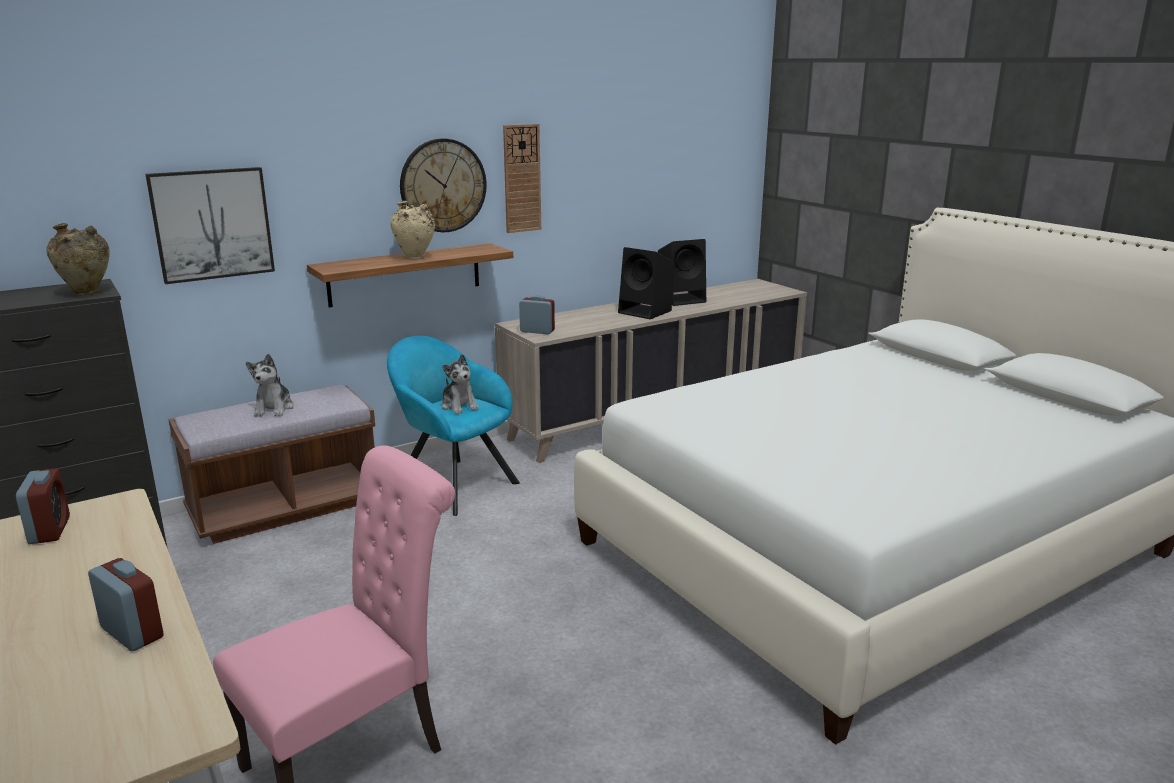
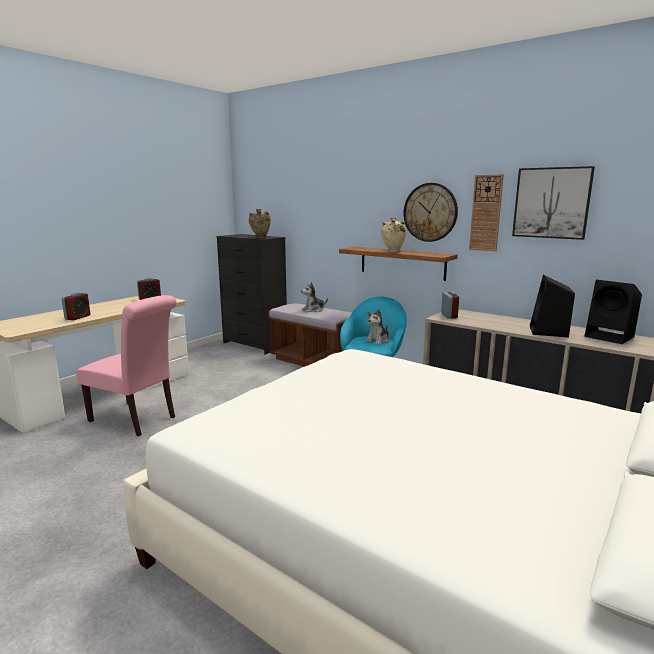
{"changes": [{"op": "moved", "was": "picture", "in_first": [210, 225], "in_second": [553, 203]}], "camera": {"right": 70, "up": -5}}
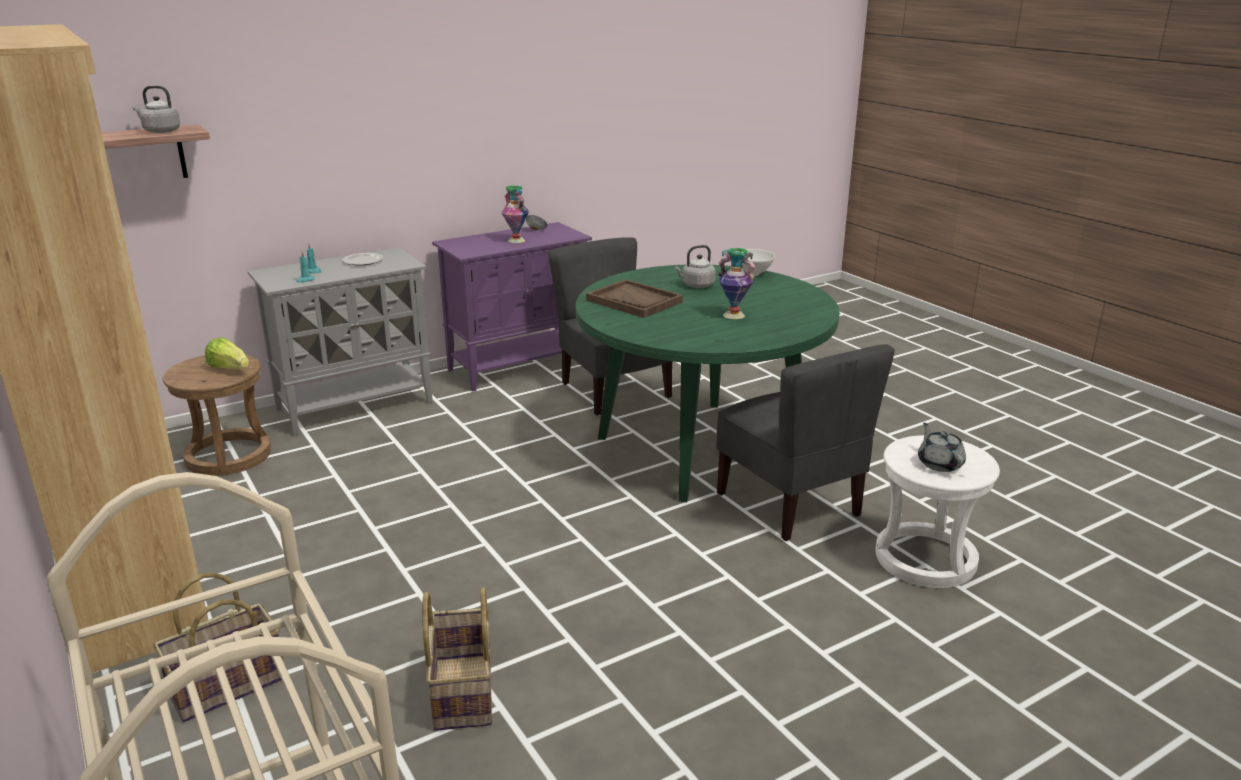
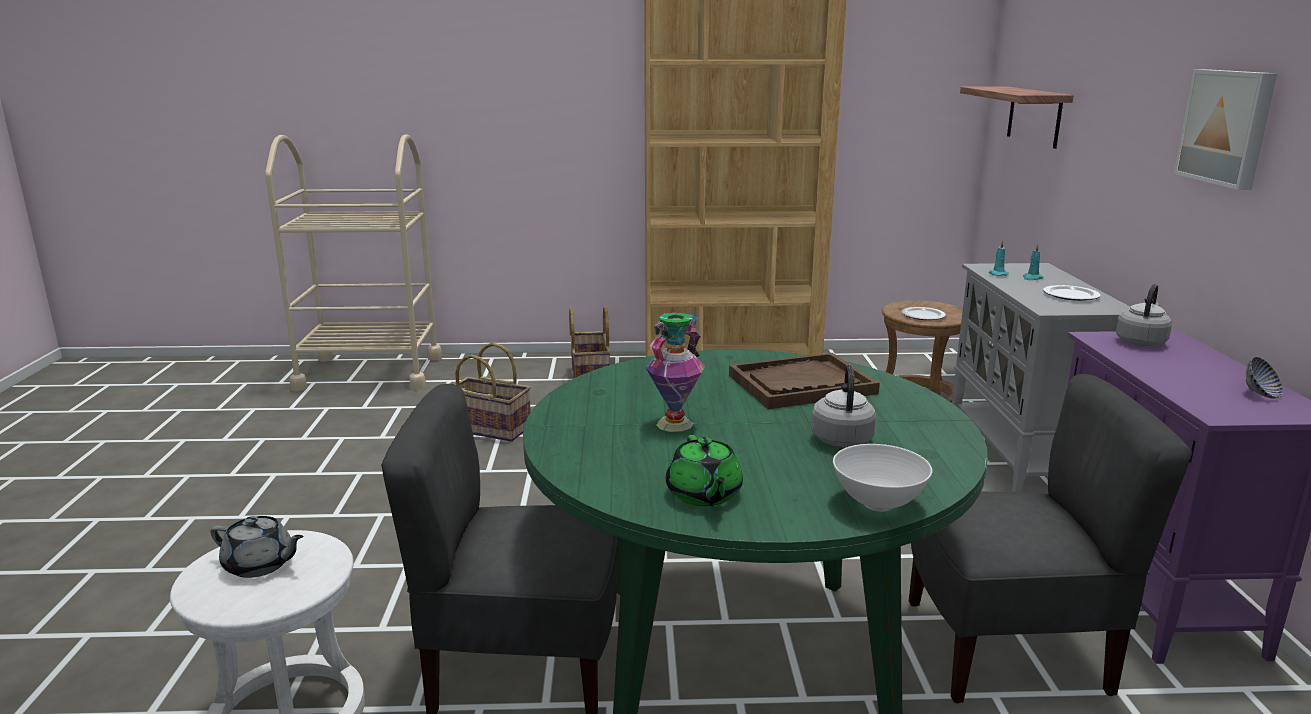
{"changes": [{"op": "removed", "was": "flower vase", "in_first": [515, 214]}, {"op": "added", "now": "green teapot", "in_second": [704, 470]}, {"op": "added", "now": "picture", "in_second": [1225, 129]}, {"op": "moved", "was": "gray kettle", "in_first": [156, 109], "in_second": [1144, 315]}, {"op": "replaced", "was": "lettuce", "now": "dinner plate", "in_first": [227, 353], "in_second": [924, 313]}], "camera": {"right": 120, "up": -5}}
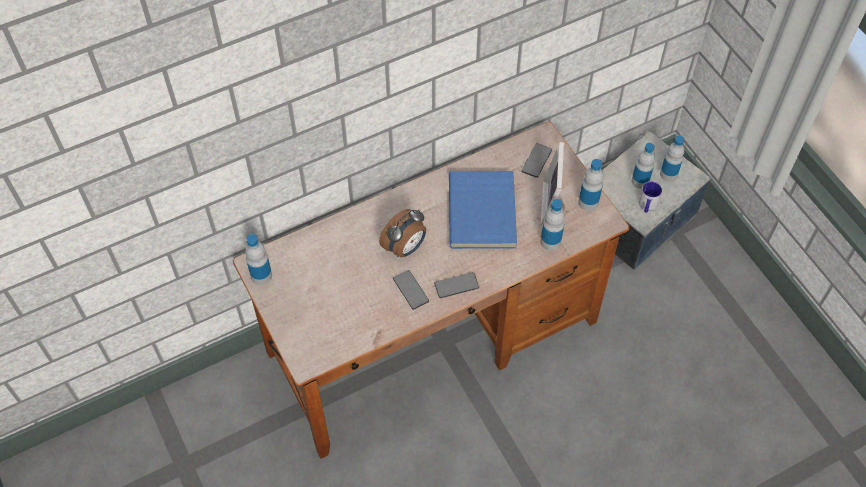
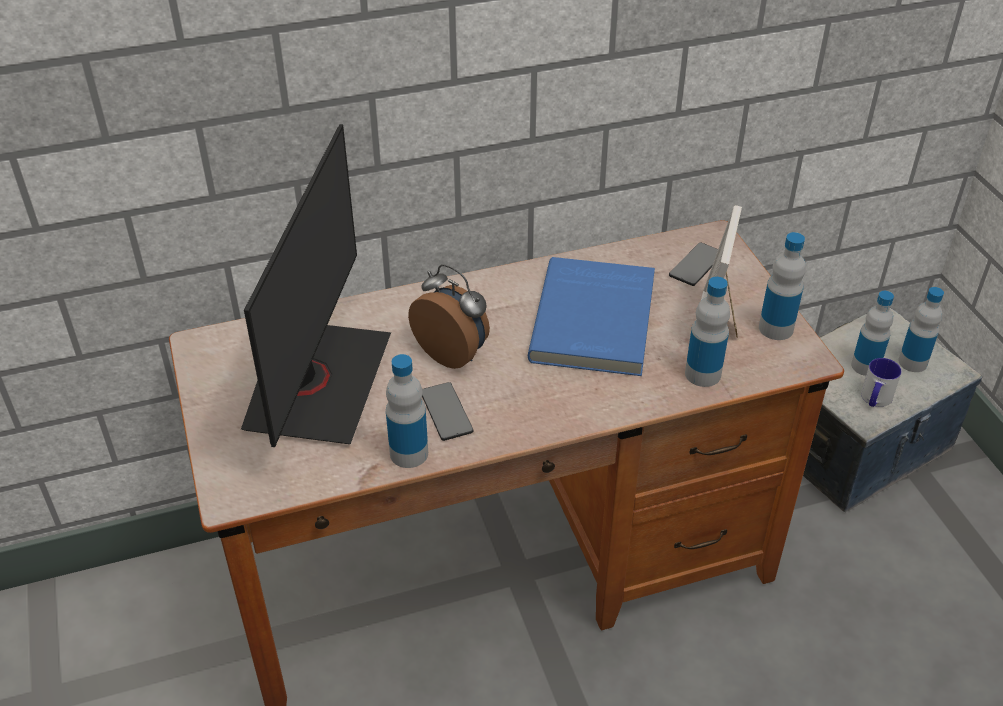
{"changes": [{"op": "removed", "was": "telephone", "in_first": [456, 285]}, {"op": "added", "now": "computer display", "in_second": [316, 285]}, {"op": "moved", "was": "bottle", "in_first": [258, 259], "in_second": [407, 411]}, {"op": "turned", "was": "alarm clock", "in_first": [402, 233], "in_second": [449, 316], "clockwise": -105}], "camera": {"right": 10, "up": -15}}
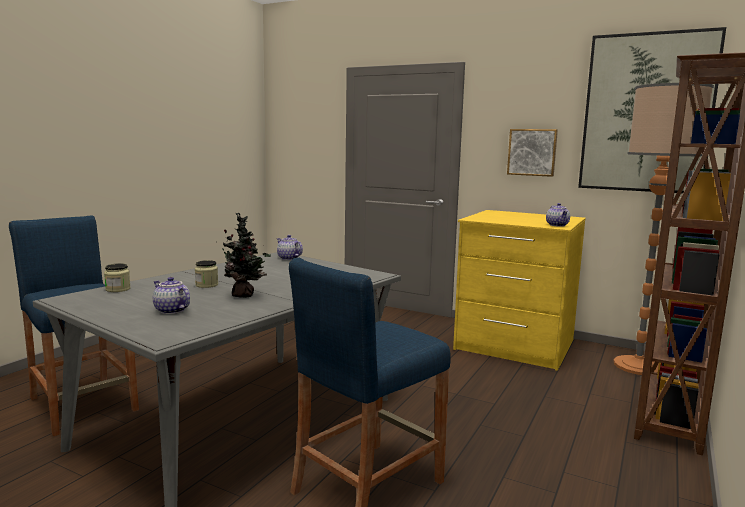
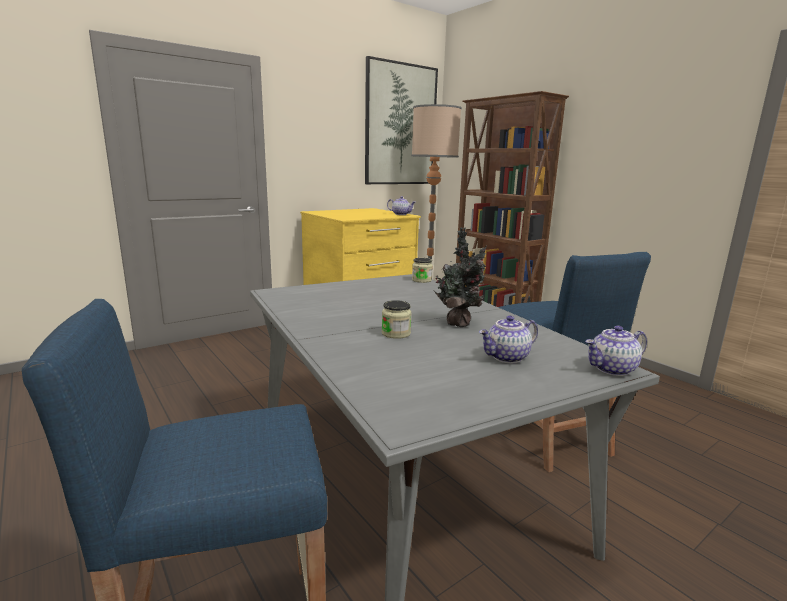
{"changes": [{"op": "removed", "was": "picture", "in_first": [532, 153]}, {"op": "moved", "was": "storage jar", "in_first": [117, 277], "in_second": [422, 270]}, {"op": "moved", "was": "teapot", "in_first": [290, 247], "in_second": [616, 351]}], "camera": {"right": -65, "up": 5}}
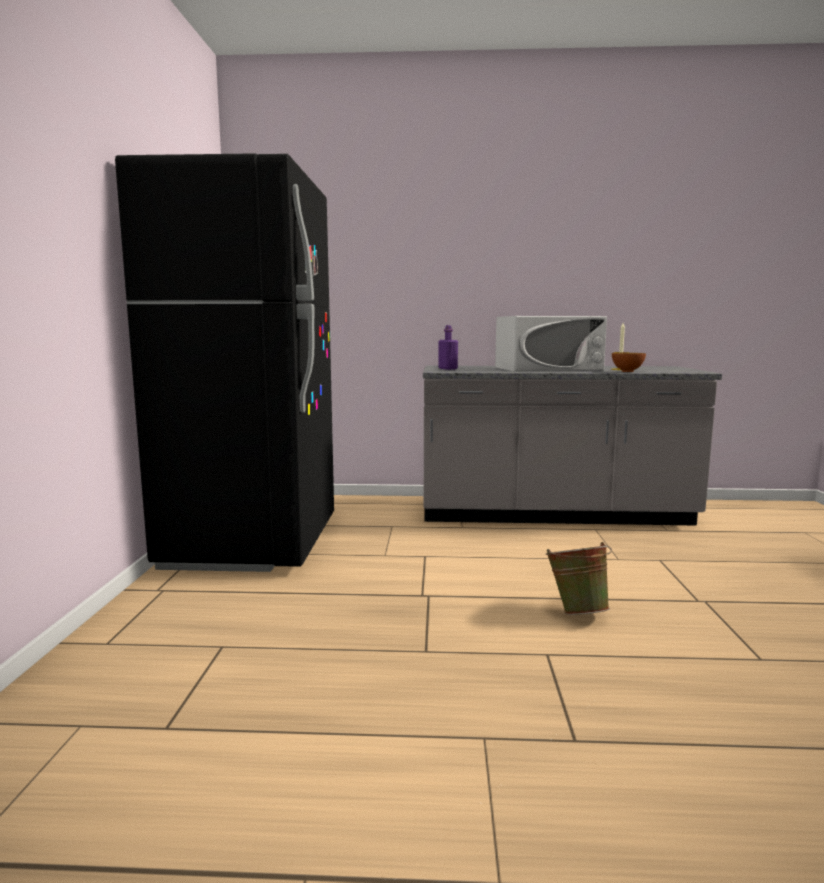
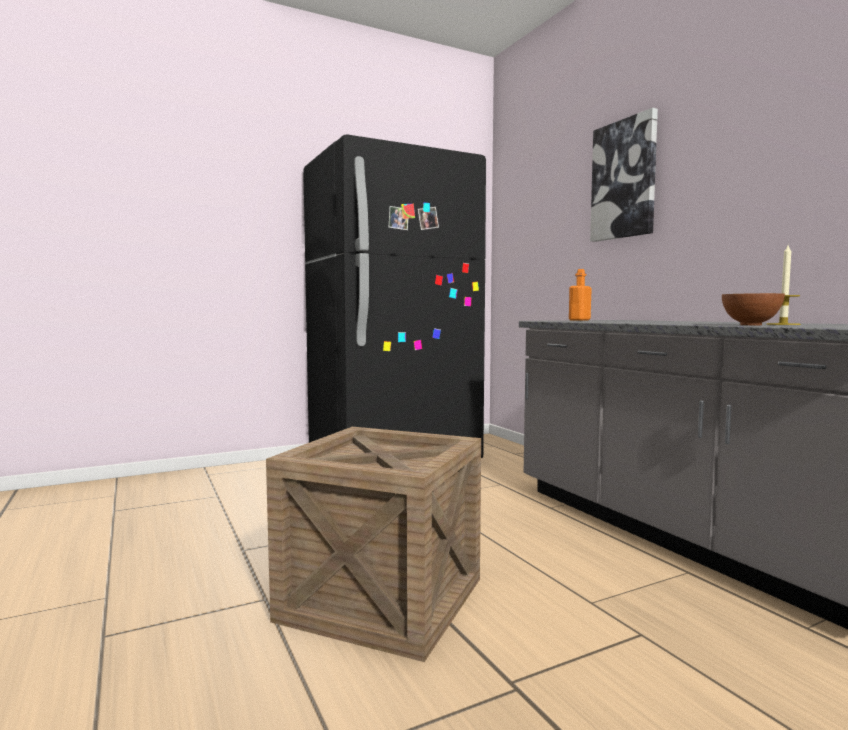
{"changes": [{"op": "removed", "was": "white-coloured microwave oven", "in_first": [551, 343]}, {"op": "added", "now": "picture", "in_second": [624, 175]}, {"op": "replaced", "was": "green pail", "now": "crate", "in_first": [579, 578], "in_second": [373, 544]}, {"op": "recoloured", "was": "purplish bottle", "now": "orange bottle", "in_first": [448, 347], "in_second": [580, 295]}], "camera": {"right": 60, "up": -5}}
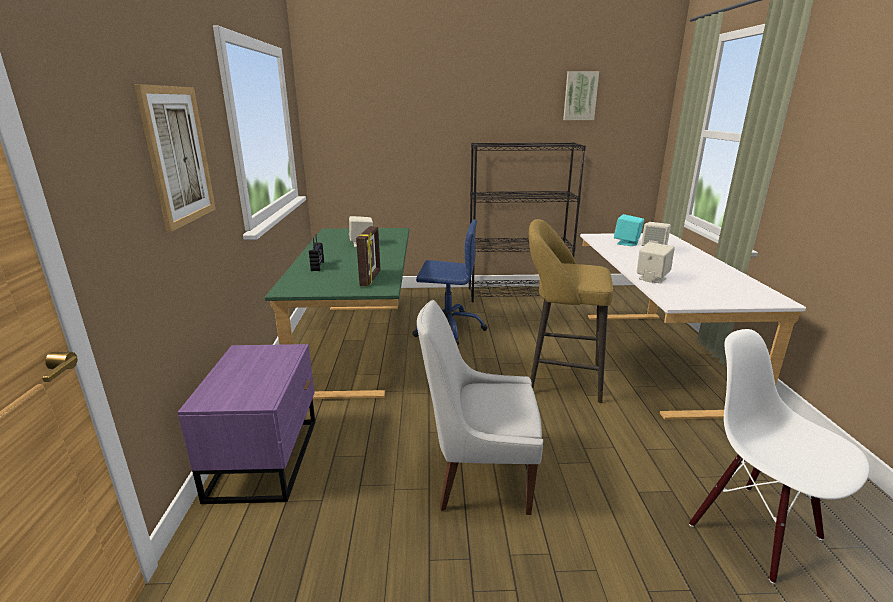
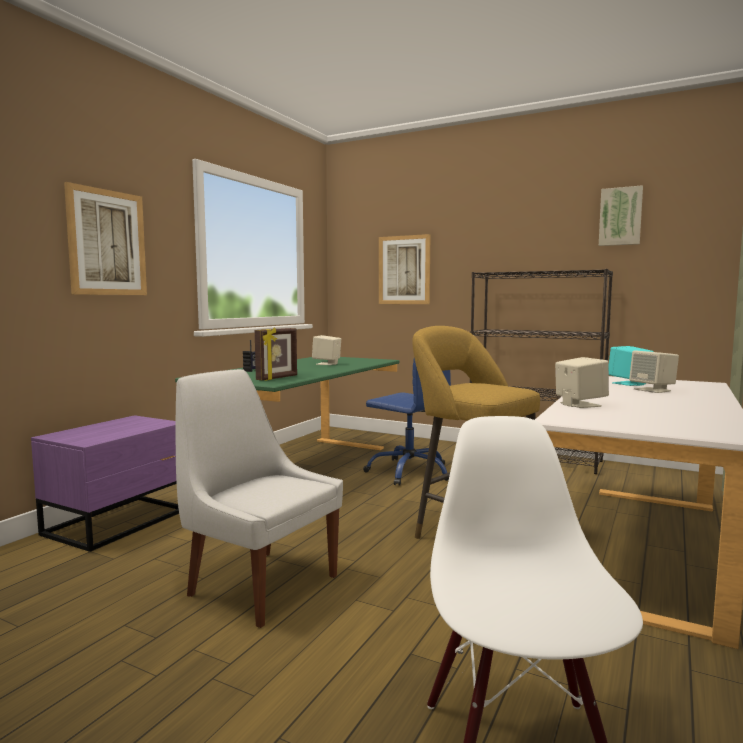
{"changes": [{"op": "added", "now": "picture", "in_second": [405, 269]}], "camera": {"right": 30, "up": -15}}
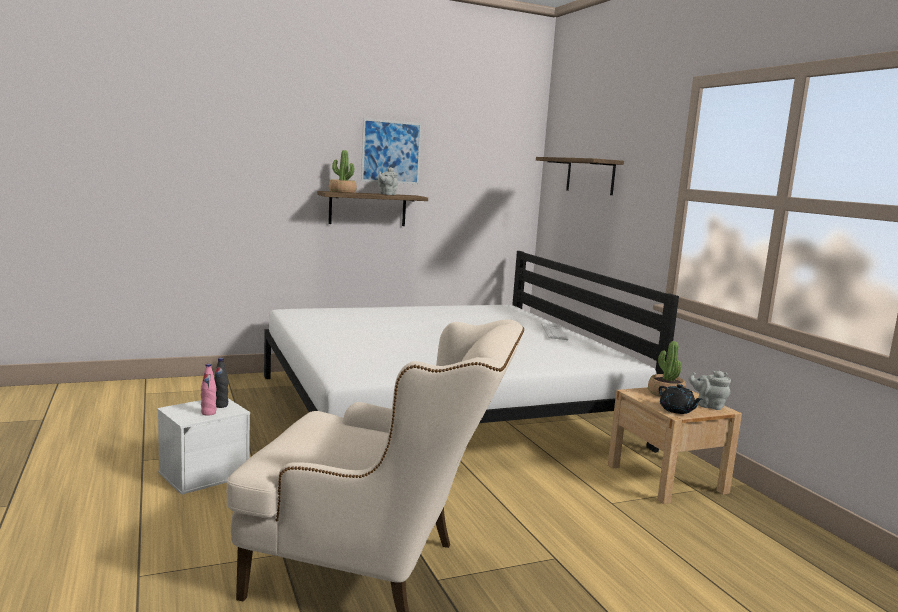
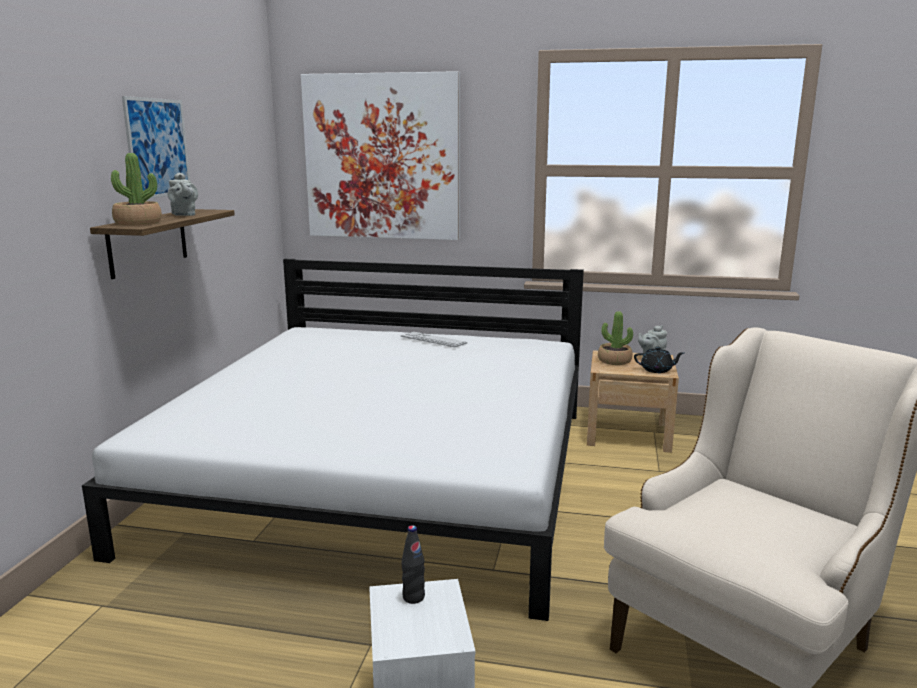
{"changes": [{"op": "removed", "was": "pinkish bottle", "in_first": [208, 390]}, {"op": "replaced", "was": "shelf", "now": "picture", "in_first": [580, 176], "in_second": [380, 155]}], "camera": {"right": -55, "up": 5}}
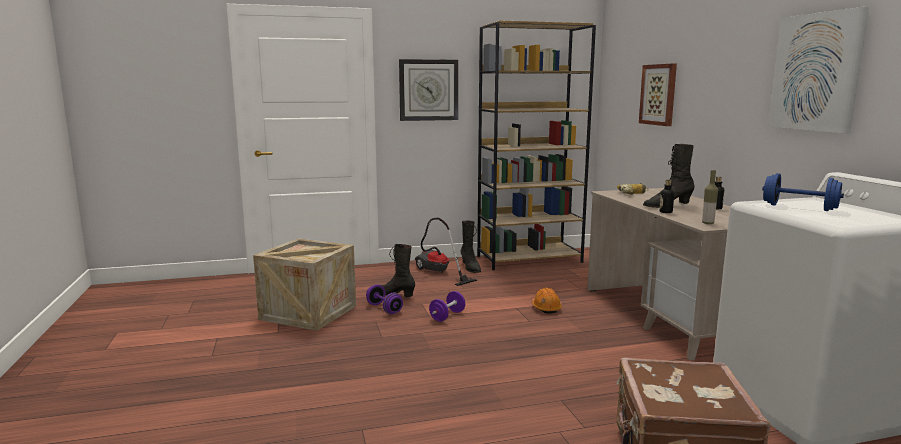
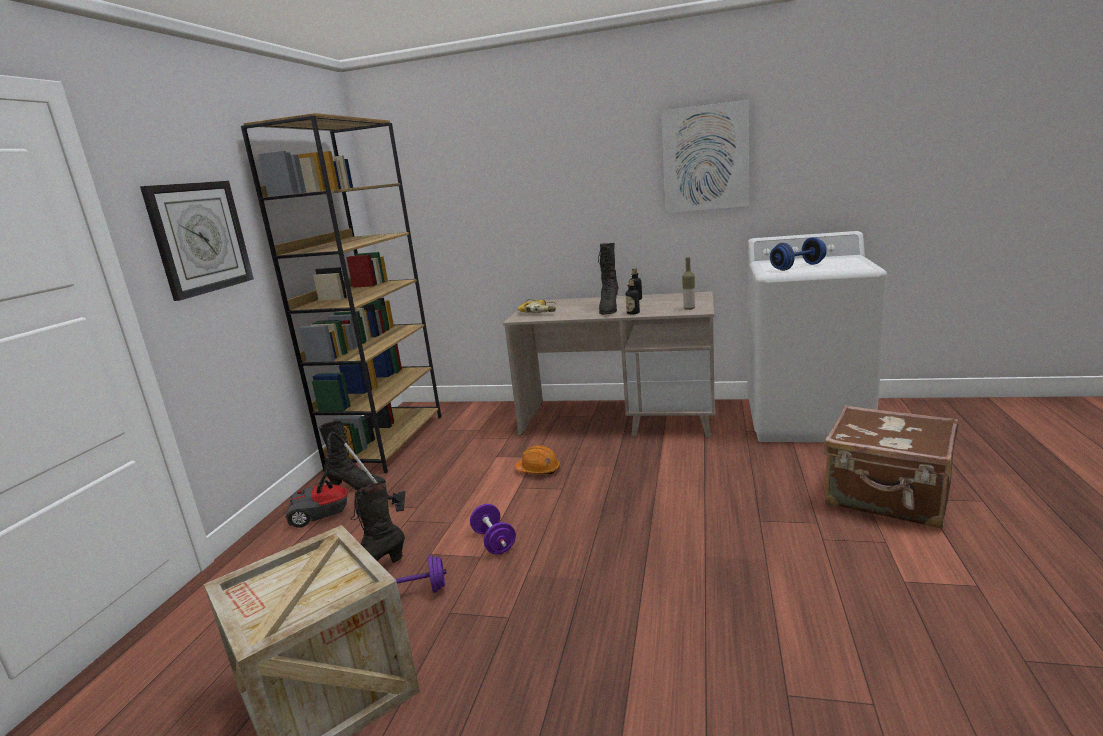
{"changes": [{"op": "removed", "was": "picture", "in_first": [658, 94]}], "camera": {"right": -60, "up": 5}}
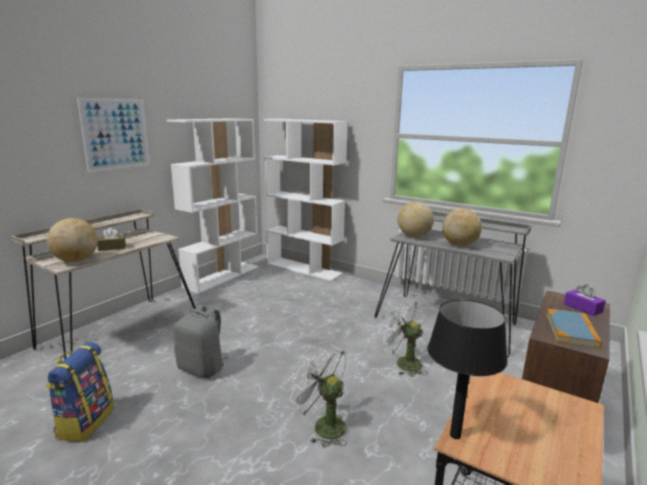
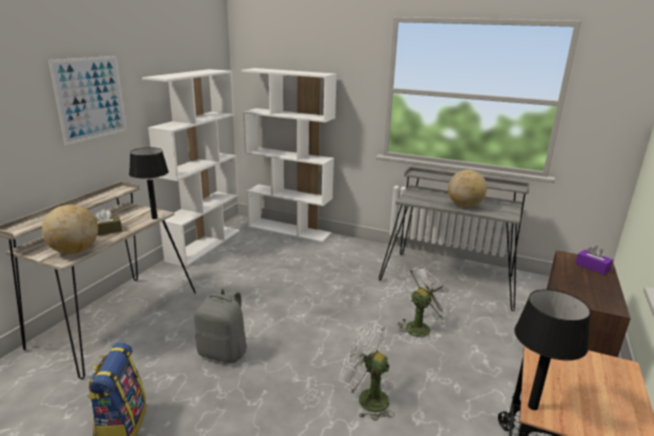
{"changes": [{"op": "removed", "was": "desk globe", "in_first": [415, 219]}, {"op": "removed", "was": "bound book", "in_first": [574, 329]}, {"op": "added", "now": "blackish lamp for a table", "in_second": [149, 183]}, {"op": "turned", "was": "white-coloured electric fan", "in_first": [404, 337], "in_second": [426, 301], "clockwise": 120}], "camera": {"right": -10, "up": 5}}
